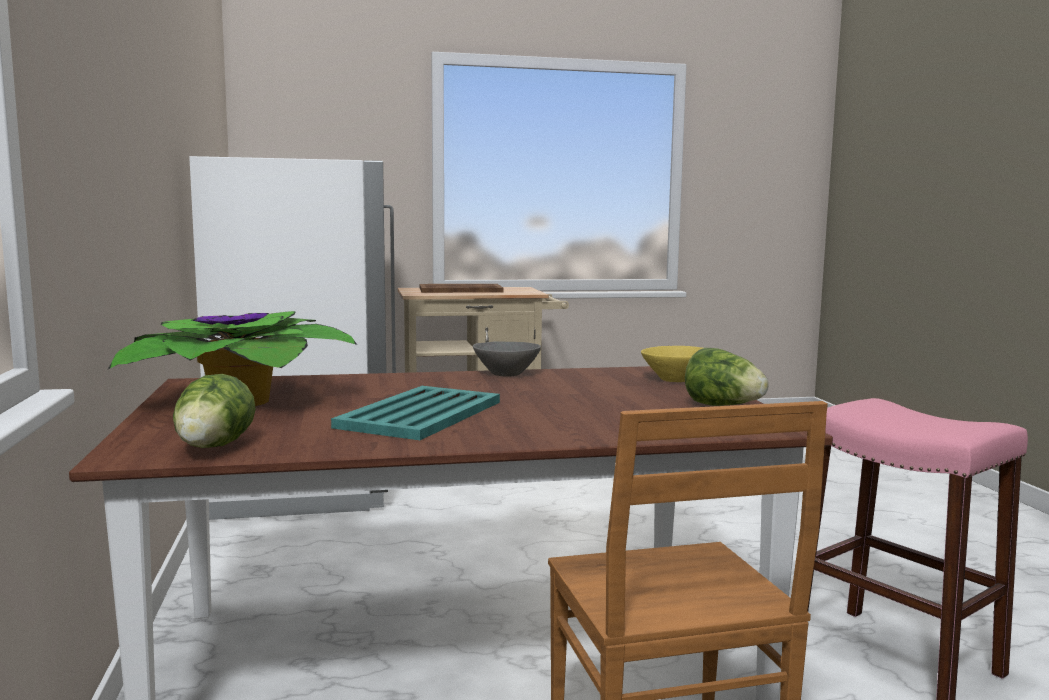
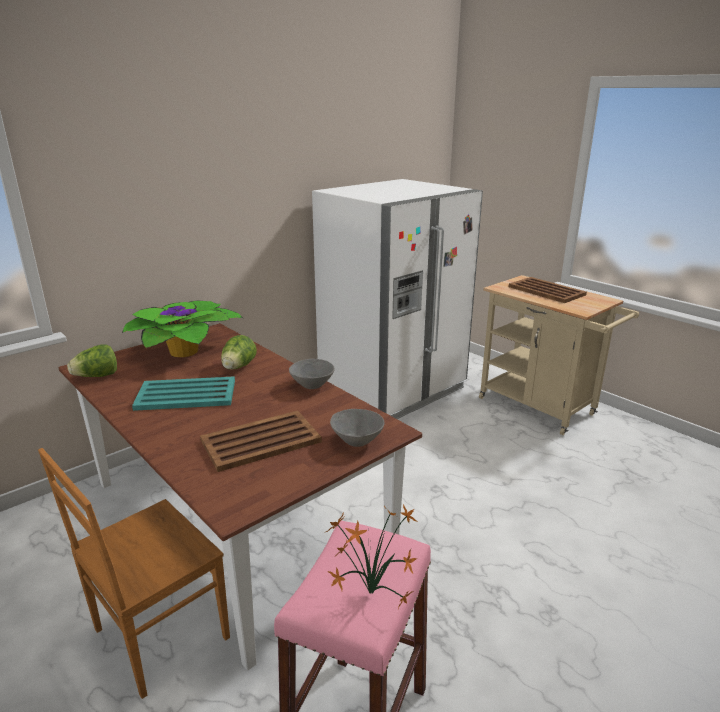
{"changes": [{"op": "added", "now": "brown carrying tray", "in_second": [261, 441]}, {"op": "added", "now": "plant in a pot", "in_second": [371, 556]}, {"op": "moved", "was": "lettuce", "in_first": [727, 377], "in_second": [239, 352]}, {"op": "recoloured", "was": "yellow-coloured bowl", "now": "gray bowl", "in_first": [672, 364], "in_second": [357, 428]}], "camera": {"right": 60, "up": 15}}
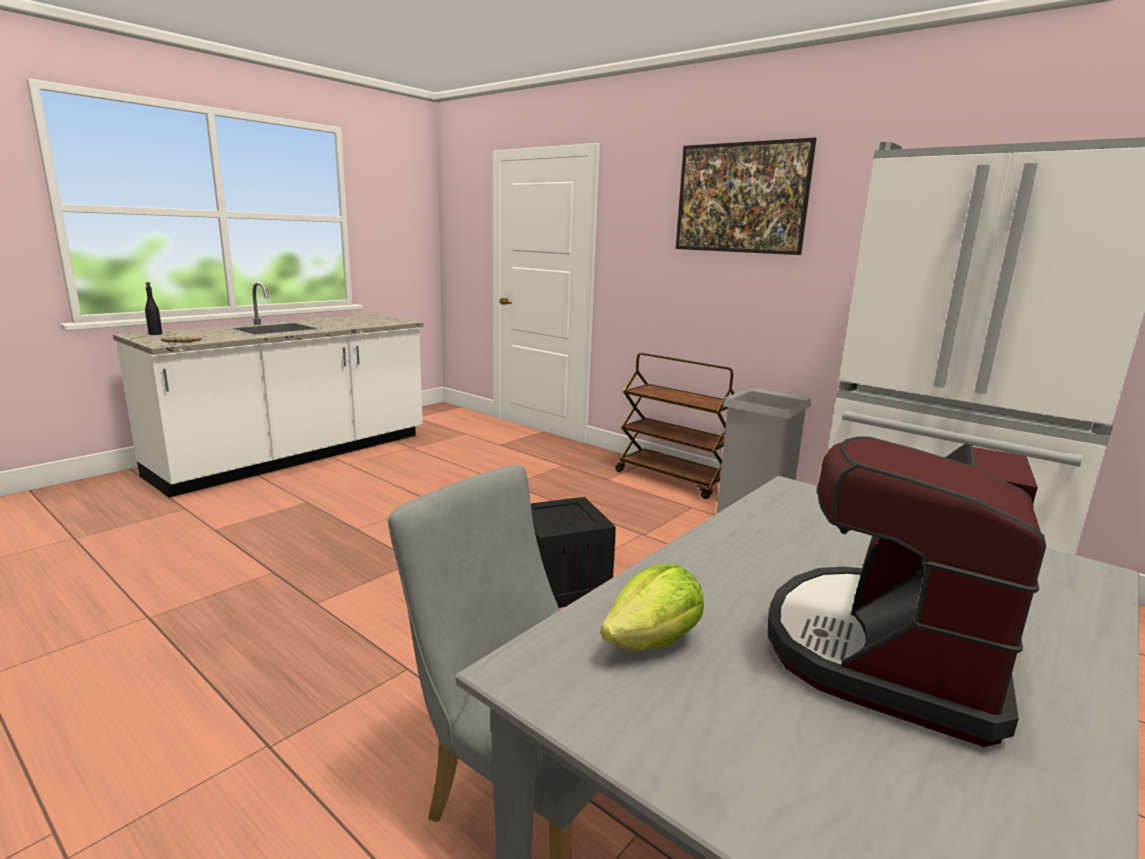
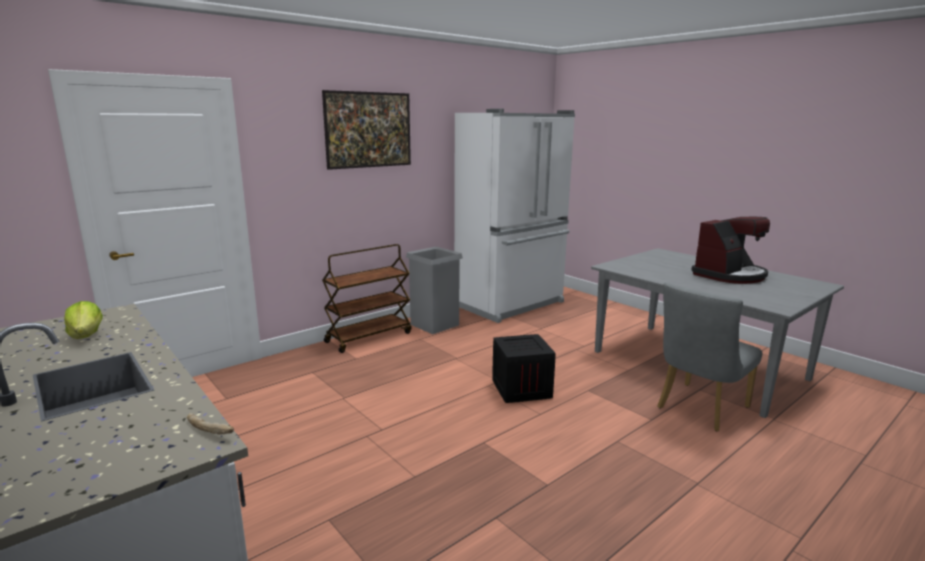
{"changes": [{"op": "removed", "was": "blackish bottle", "in_first": [153, 308]}, {"op": "moved", "was": "lettuce", "in_first": [652, 607], "in_second": [83, 320]}, {"op": "turned", "was": "coffee machine", "in_first": [907, 591], "in_second": [731, 250], "clockwise": -75}], "camera": {"right": -80, "up": 0}}
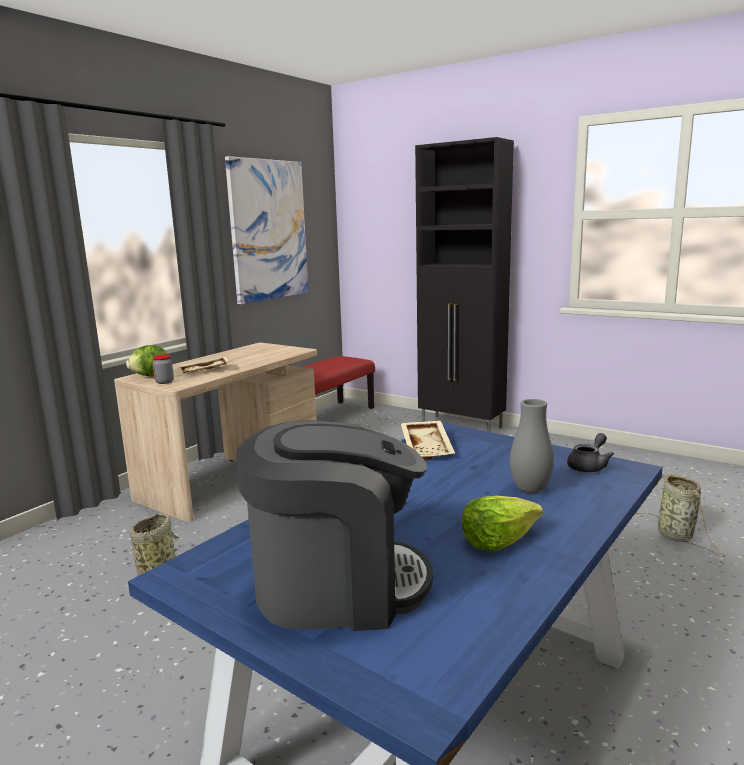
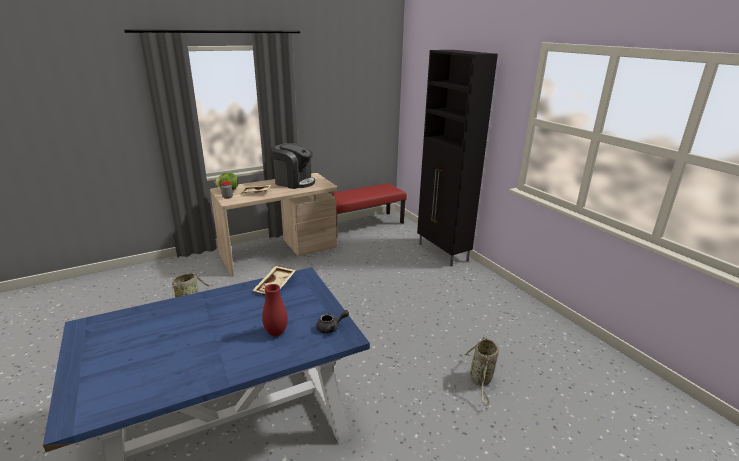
{"changes": [{"op": "removed", "was": "picture", "in_first": [266, 230]}, {"op": "removed", "was": "lettuce", "in_first": [502, 523]}, {"op": "moved", "was": "coffee machine", "in_first": [334, 525], "in_second": [293, 166]}, {"op": "recoloured", "was": "gray flower vase", "now": "red flower vase", "in_first": [532, 446], "in_second": [275, 310]}], "camera": {"right": 25, "up": 10}}
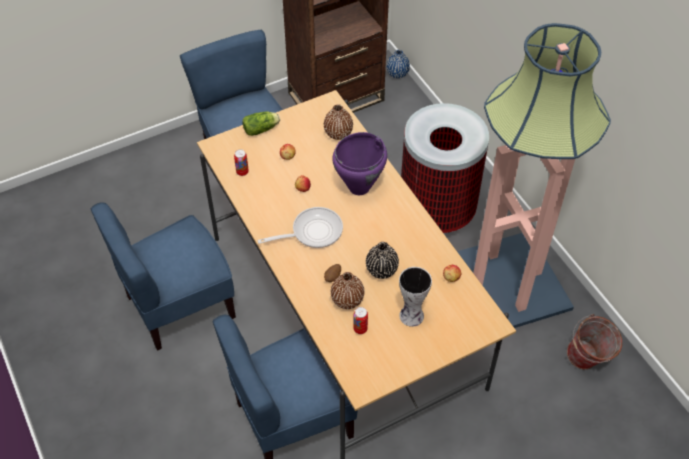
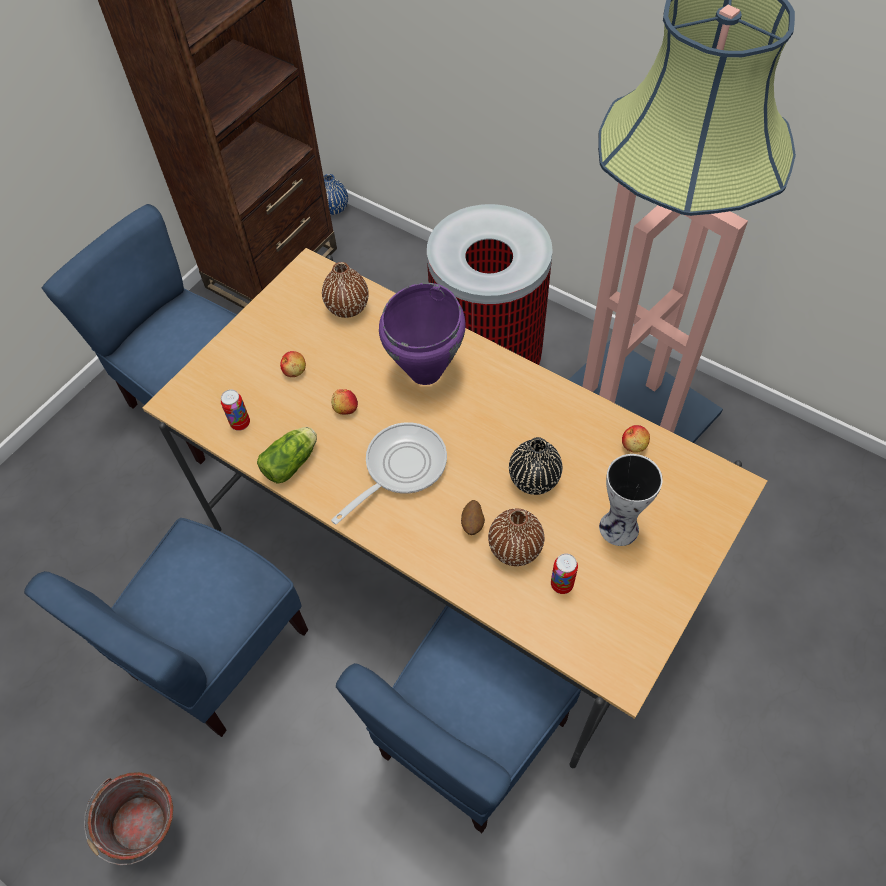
{"changes": [{"op": "moved", "was": "lettuce", "in_first": [261, 124], "in_second": [287, 455]}, {"op": "moved", "was": "pail", "in_first": [594, 341], "in_second": [128, 818]}], "camera": {"right": -25, "up": 5}}
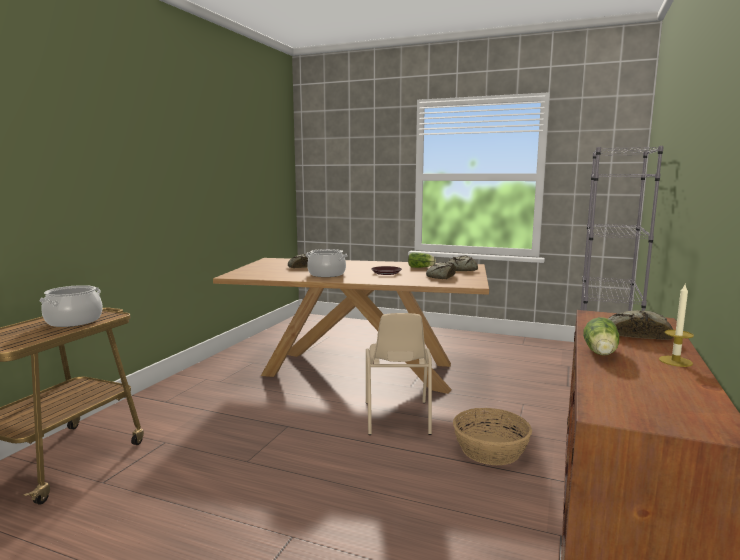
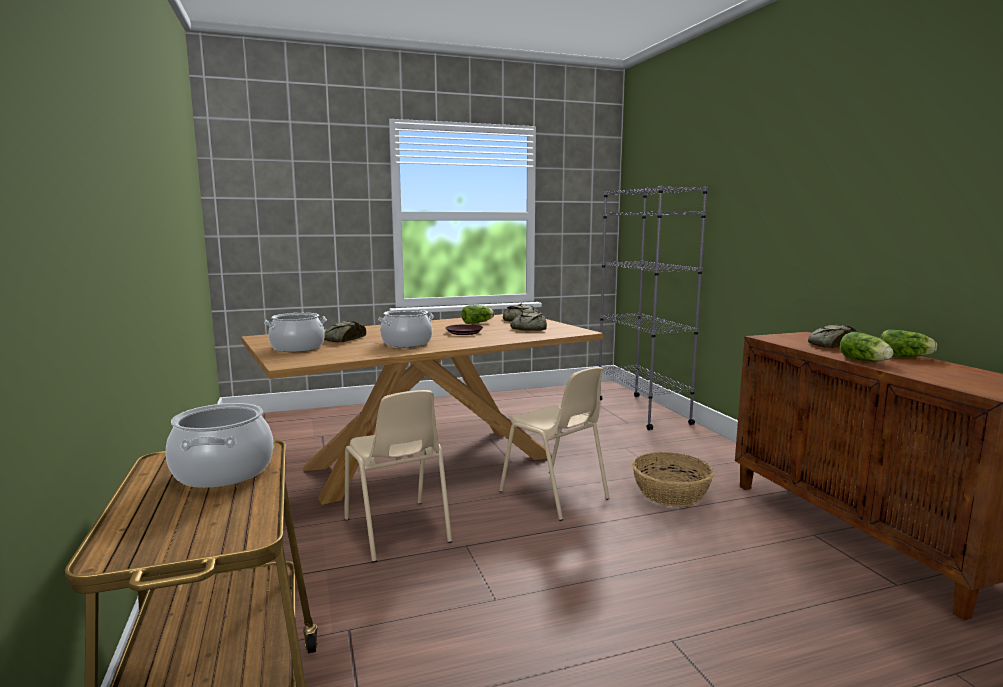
{"changes": [{"op": "added", "now": "cooking pot", "in_second": [295, 332]}, {"op": "added", "now": "beige plain chair", "in_second": [398, 476]}, {"op": "replaced", "was": "candle", "now": "lettuce", "in_first": [676, 326], "in_second": [908, 343]}], "camera": {"right": -40, "up": 0}}
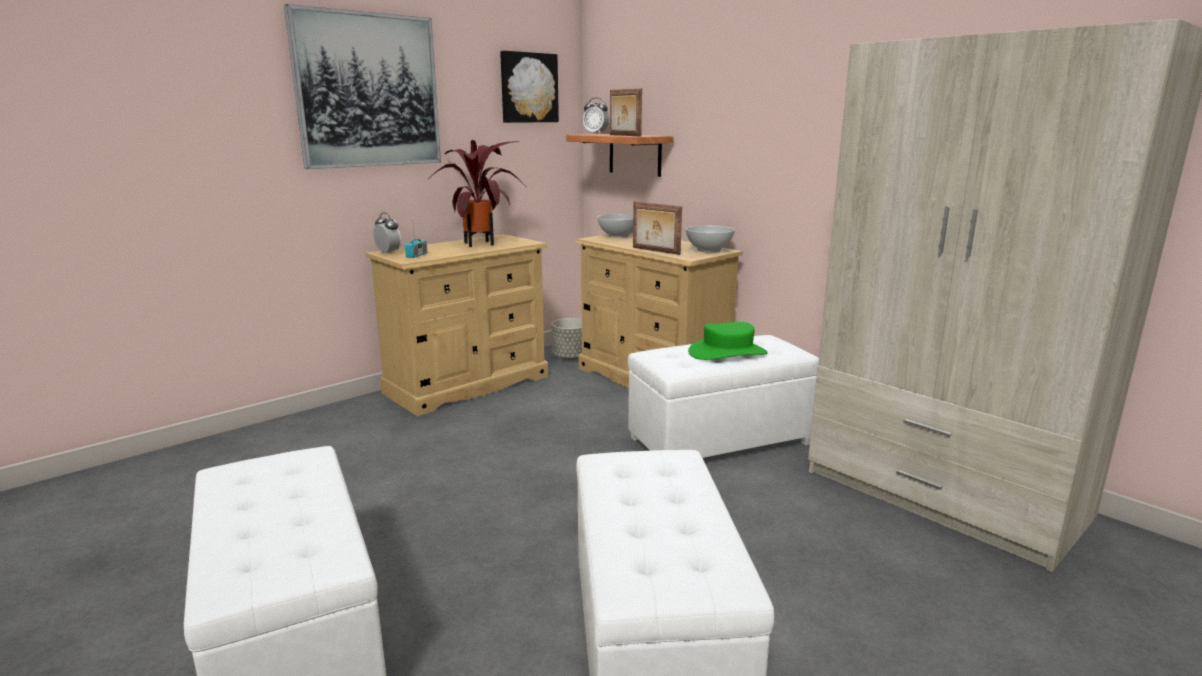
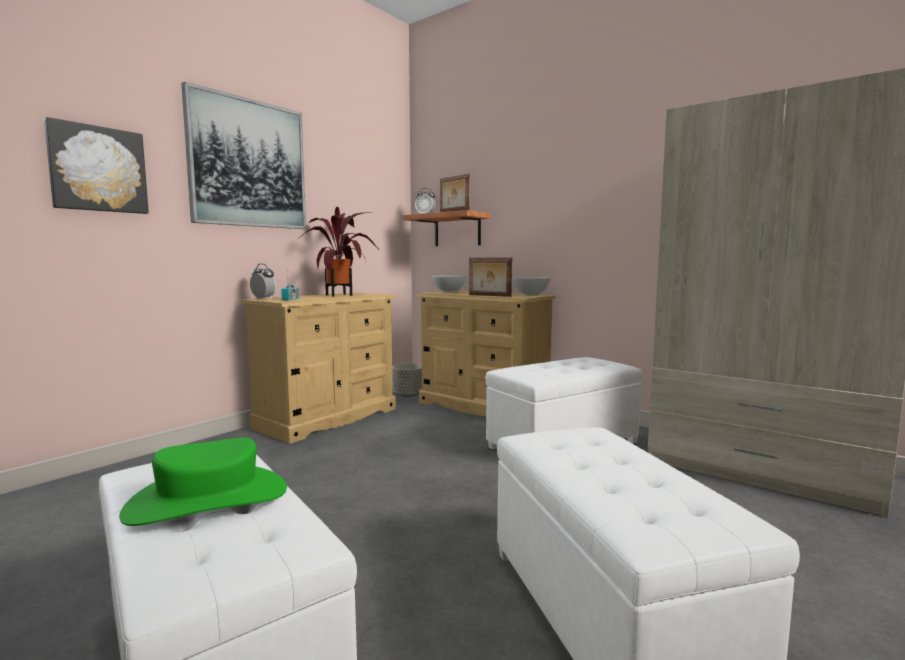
{"changes": [{"op": "moved", "was": "picture", "in_first": [529, 87], "in_second": [96, 165]}, {"op": "moved", "was": "green hat", "in_first": [728, 341], "in_second": [203, 481]}], "camera": {"right": -10, "up": -10}}
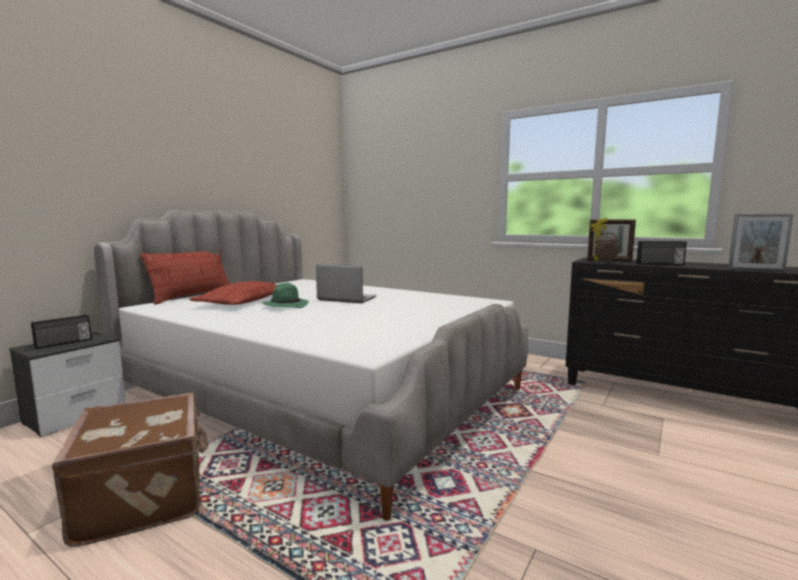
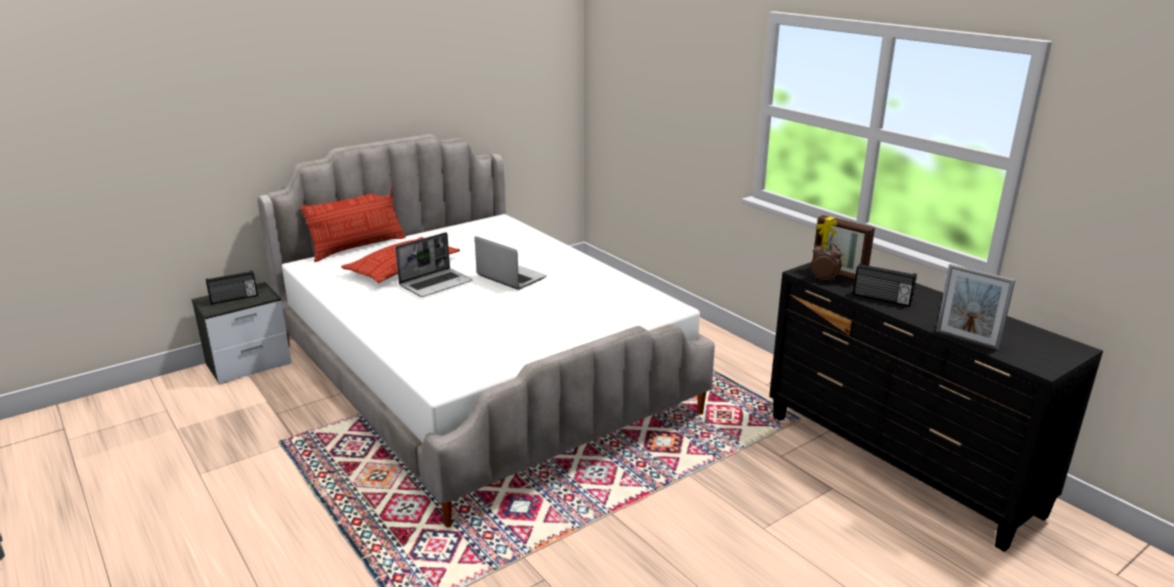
{"changes": [{"op": "removed", "was": "brown suitcase", "in_first": [130, 470]}, {"op": "replaced", "was": "green hat", "now": "laptop", "in_first": [285, 295], "in_second": [433, 264]}], "camera": {"right": 20, "up": 15}}
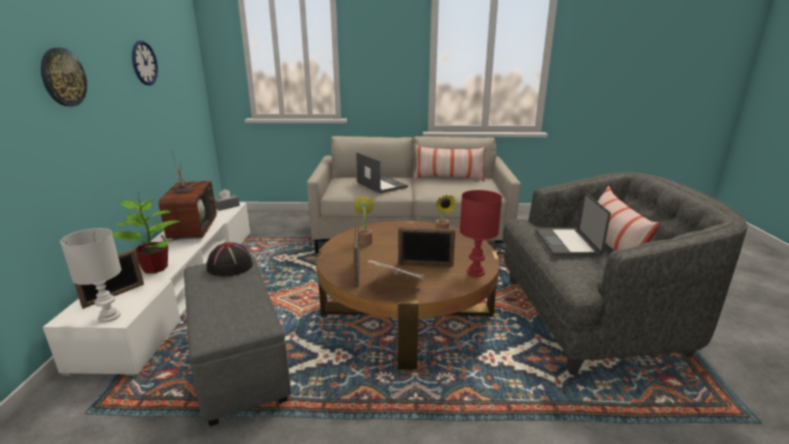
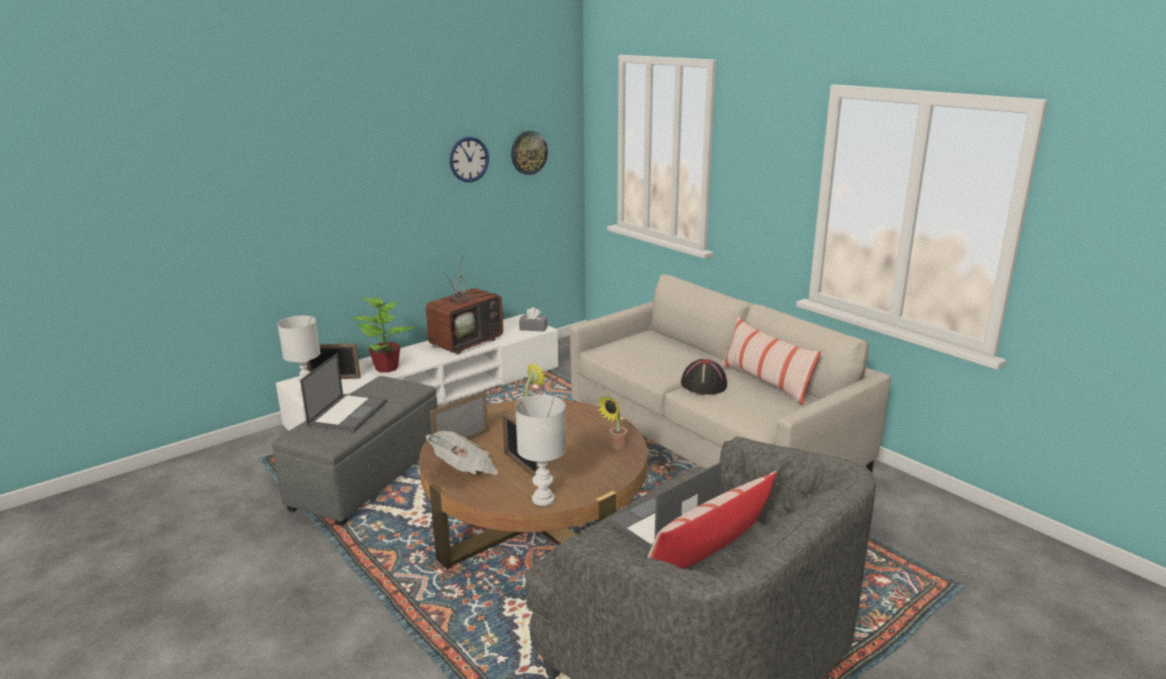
{"changes": [{"op": "moved", "was": "wall clock", "in_first": [64, 77], "in_second": [529, 153]}, {"op": "moved", "was": "blackish hat", "in_first": [230, 259], "in_second": [704, 376]}, {"op": "moved", "was": "laptop", "in_first": [382, 172], "in_second": [343, 392]}, {"op": "recoloured", "was": "red lamp for a table", "now": "white-coloured lamp for a table", "in_first": [481, 233], "in_second": [540, 450]}], "camera": {"right": 50, "up": 0}}
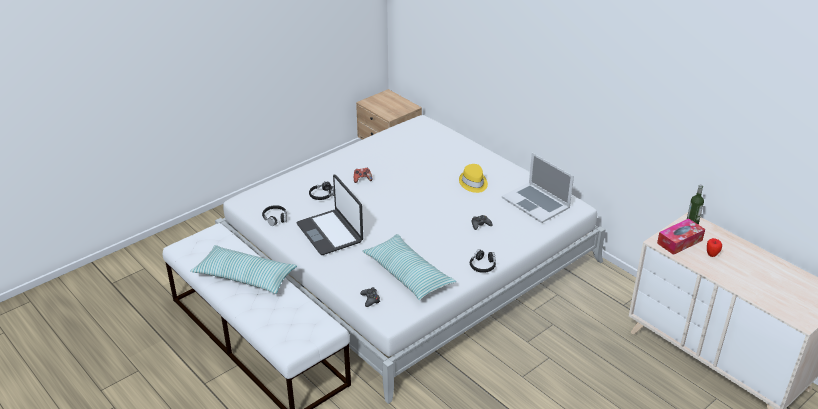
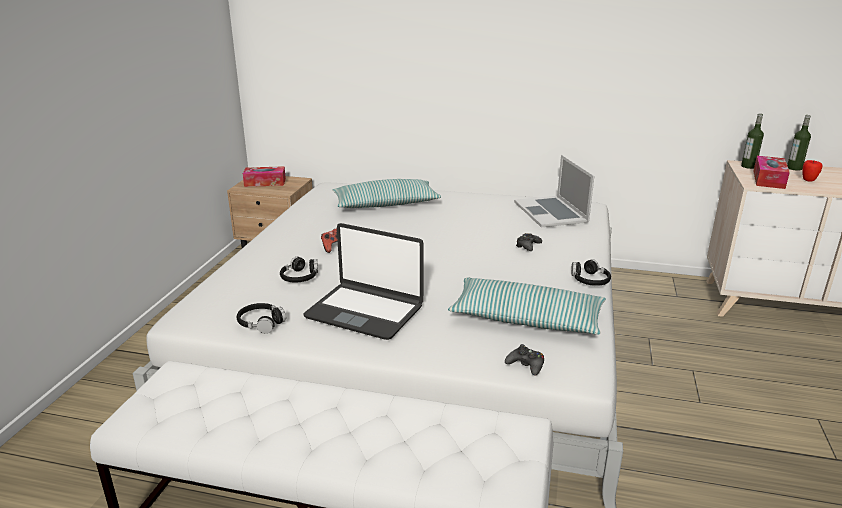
{"changes": [{"op": "removed", "was": "yellow-coloured hat", "in_first": [473, 178]}, {"op": "added", "now": "box of tissues", "in_second": [264, 176]}, {"op": "added", "now": "bottle", "in_second": [799, 143]}, {"op": "moved", "was": "pillow", "in_first": [243, 269], "in_second": [386, 193]}, {"op": "turned", "was": "laptop", "in_first": [538, 188], "in_second": [554, 191], "clockwise": 60}], "camera": {"right": -35, "up": -10}}
